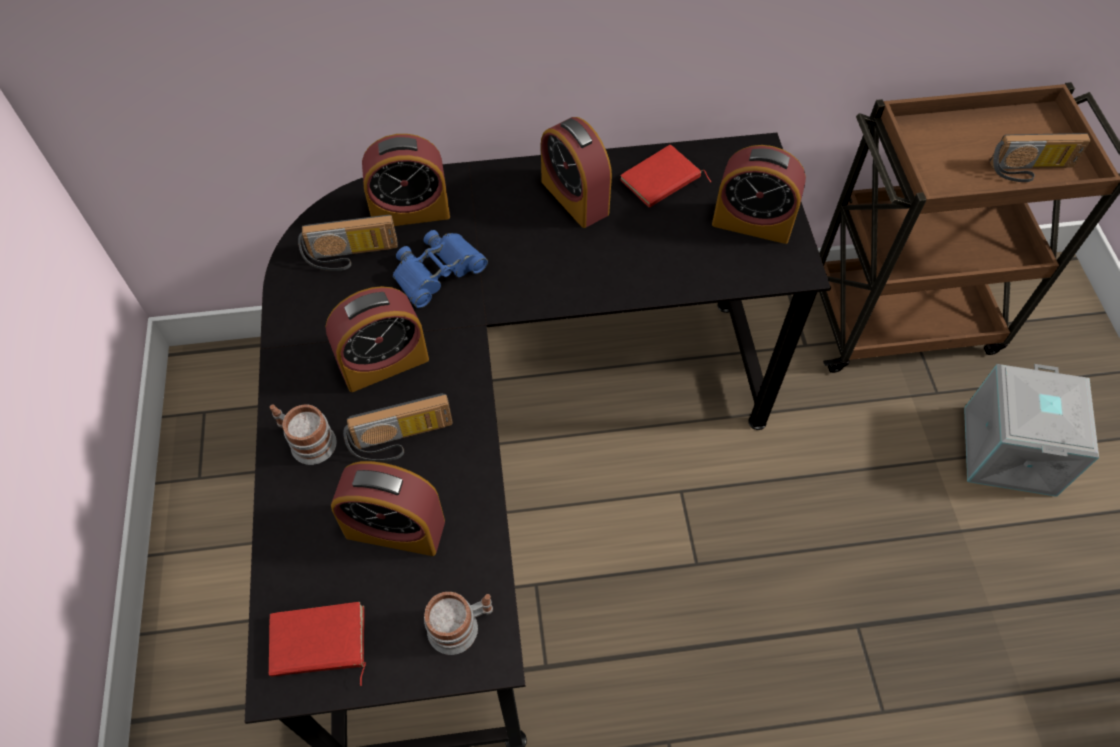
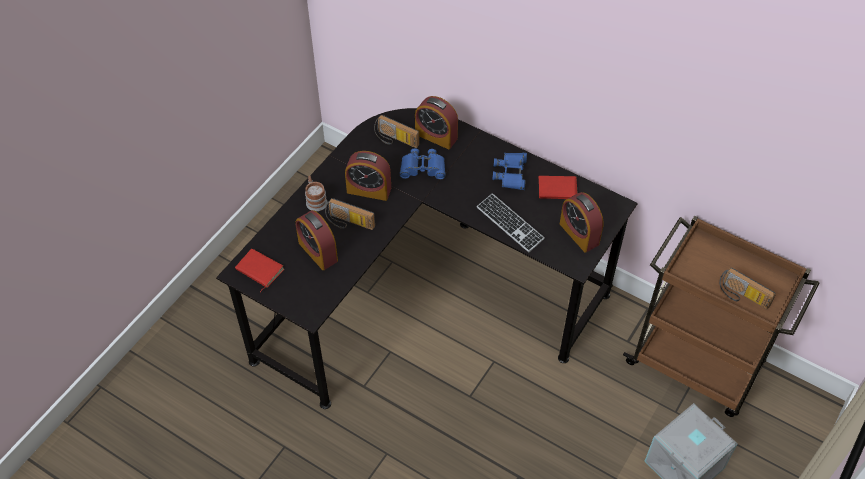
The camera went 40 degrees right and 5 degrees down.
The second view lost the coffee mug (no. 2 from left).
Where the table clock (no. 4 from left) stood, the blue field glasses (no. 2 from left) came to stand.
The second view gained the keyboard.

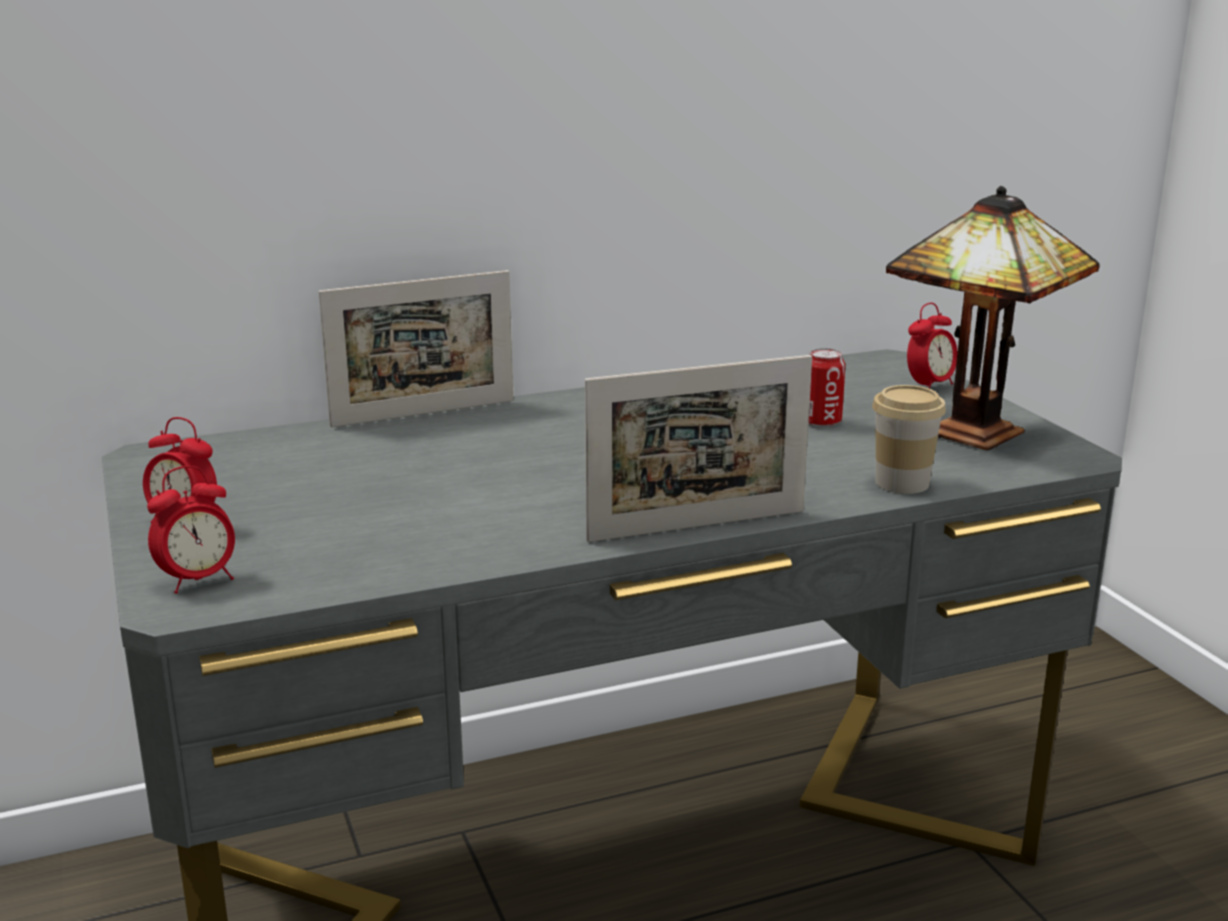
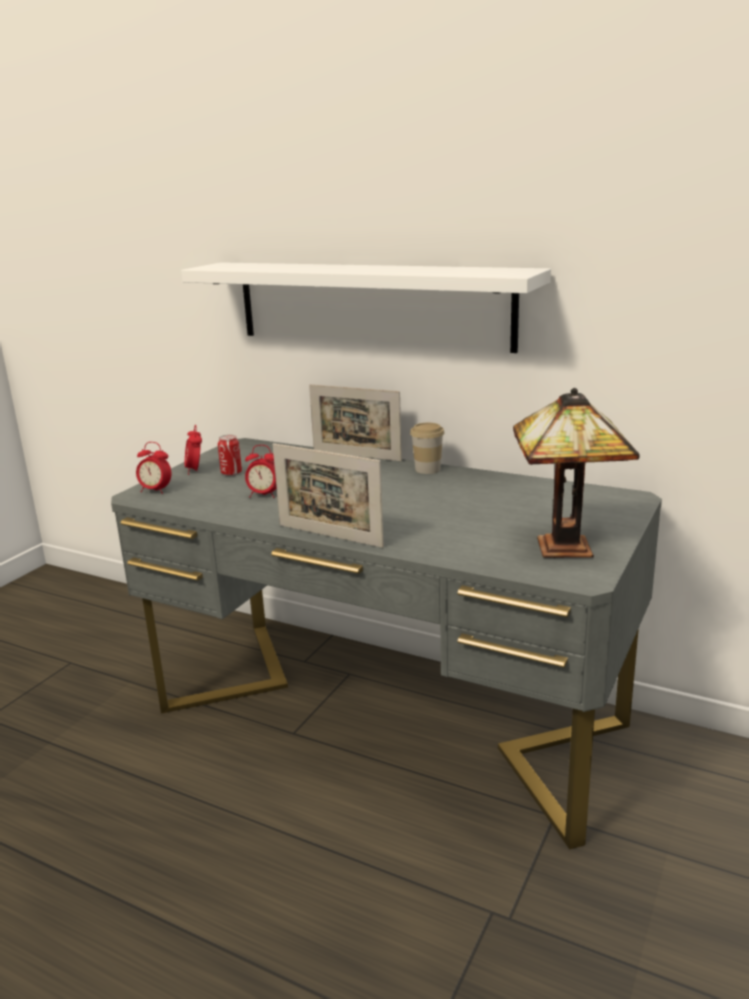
The camera went 50 degrees right and 0 degrees up.
The metal can ended up elsewhere.
The cup ended up elsewhere.
The table clock (no. 3 from left) ended up elsewhere.
The second view gained the whitish shelf.

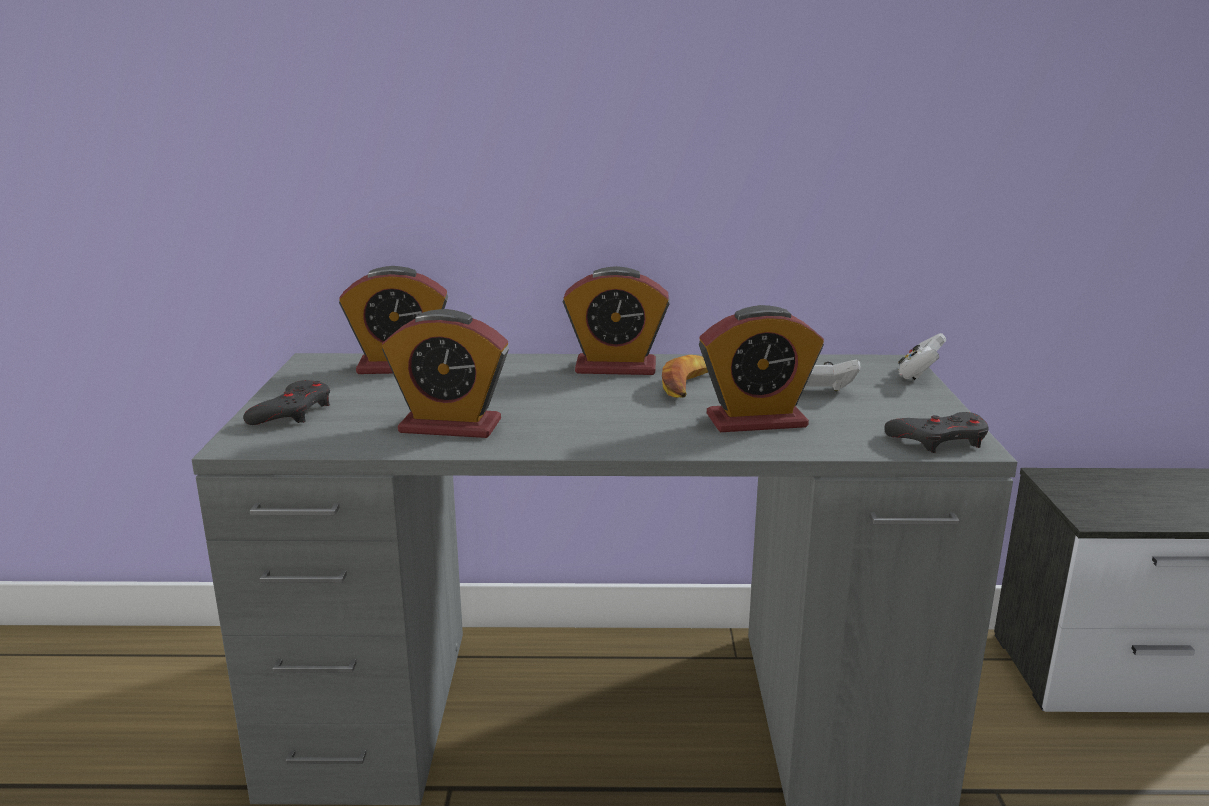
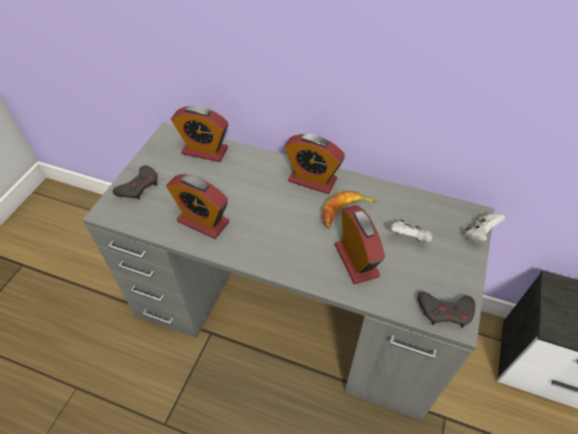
The camera went 20 degrees right and 30 degrees up.
The table clock (no. 4 from left) ended up facing another way, 120 degrees counterclockwise from before.

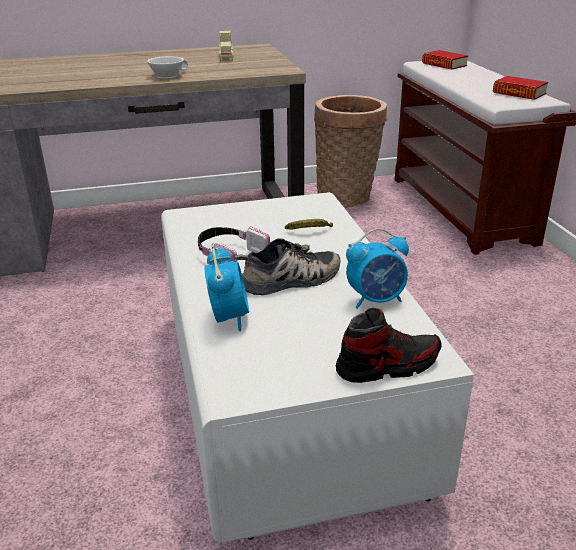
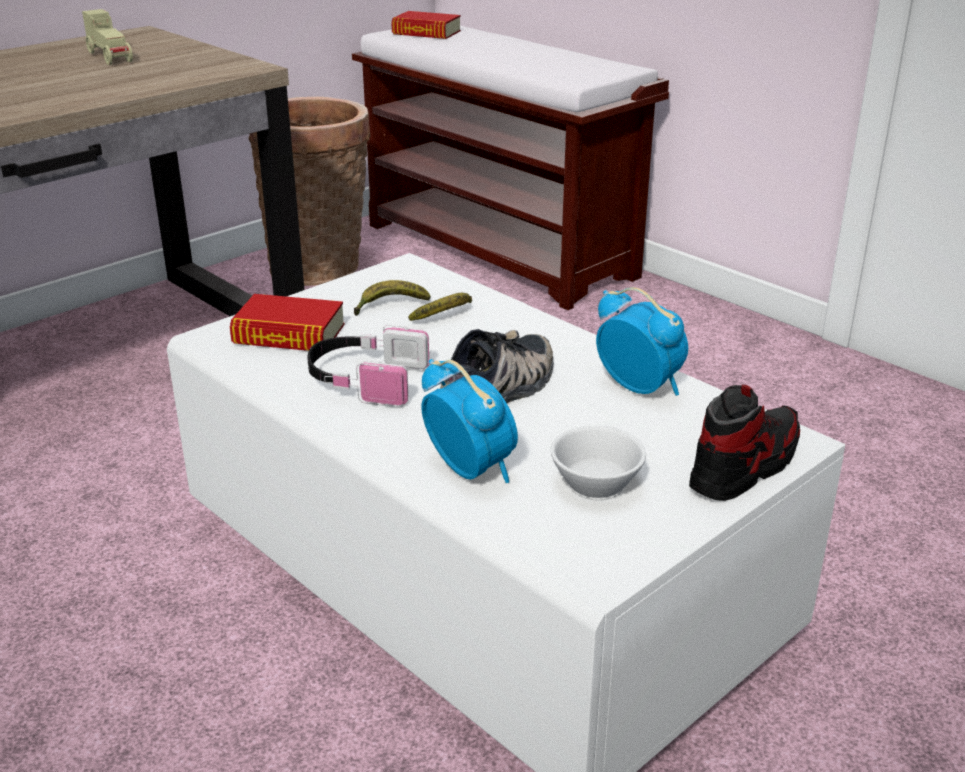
The camera went 30 degrees left and 0 degrees up.
The whitish cup ended up elsewhere.
The table clock (no. 2 from left) ended up facing another way, 90 degrees counterclockwise from before.
The volume (no. 2 from left in the first image) ended up elsewhere.
The second view gained the banana (no. 1 from left).

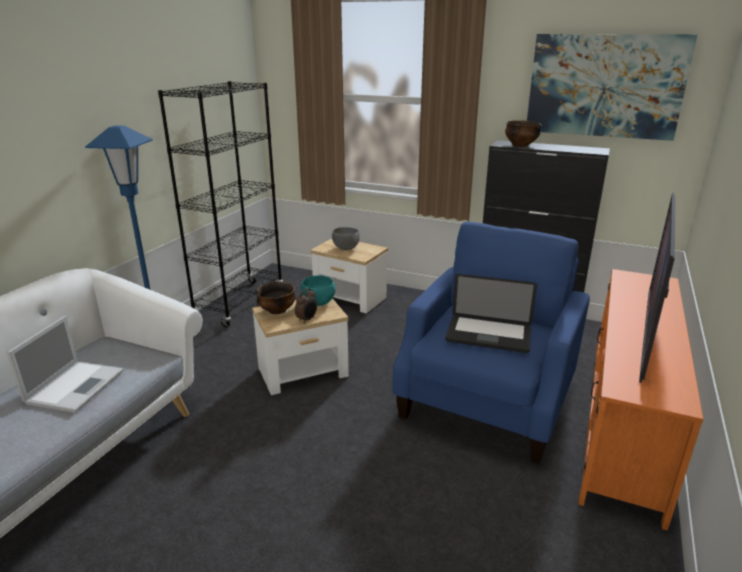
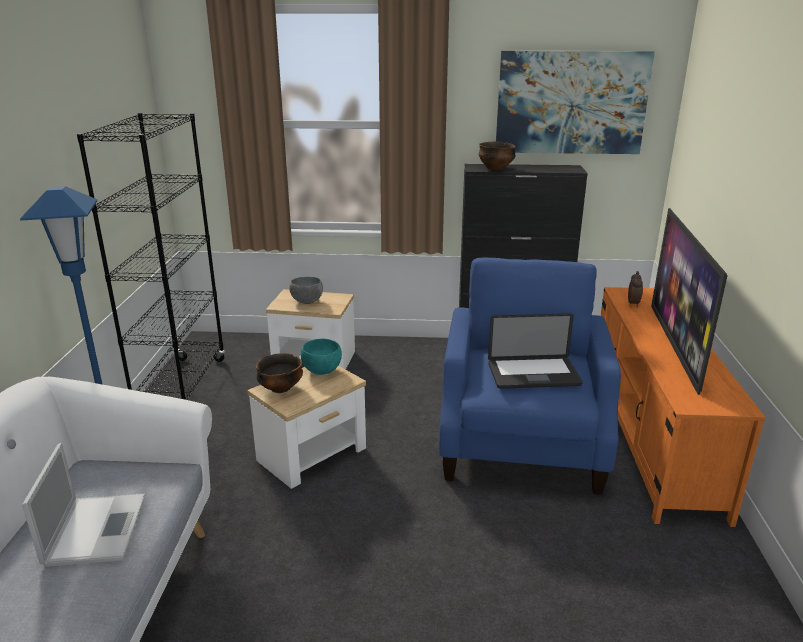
The camera went 20 degrees left and 0 degrees up.
The table clock ended up elsewhere.

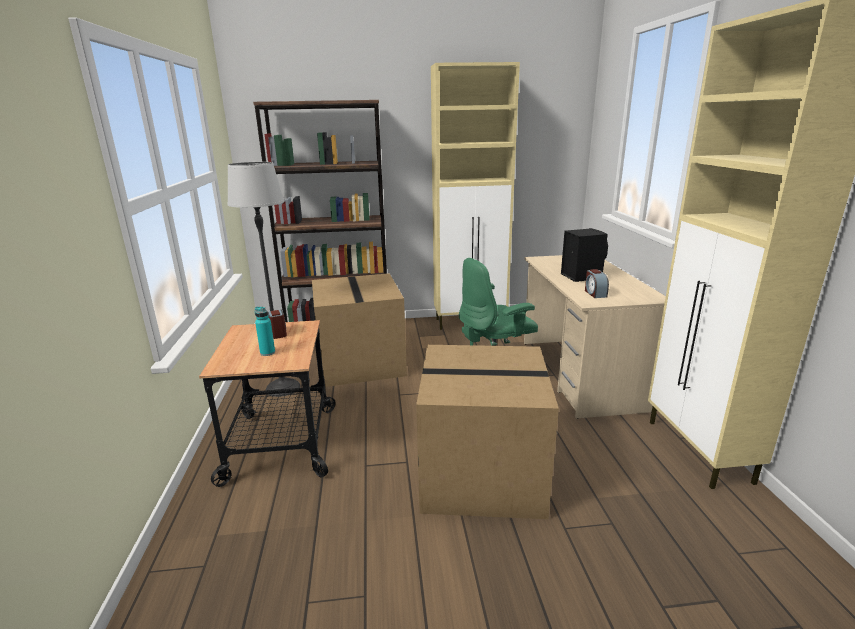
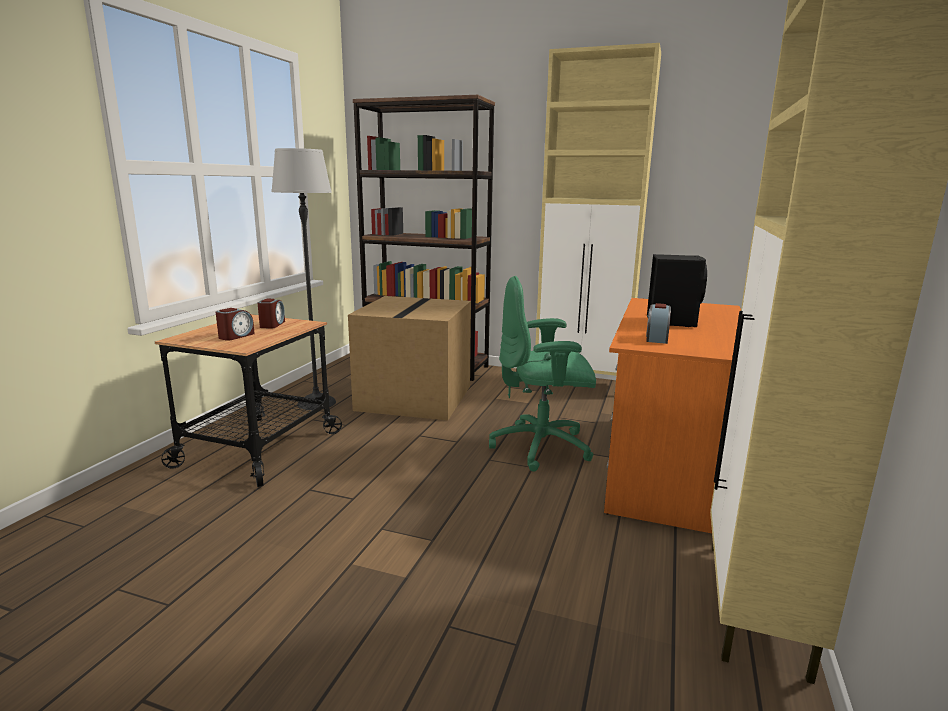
The camera went 25 degrees right and 5 degrees down.
Where the turquoise bottle stood, the table clock (no. 1 from left) came to stand.
The second view lost the packing box (no. 2 from left).
What was the sand-coloured desk table turned into the orange-coloured desk table.

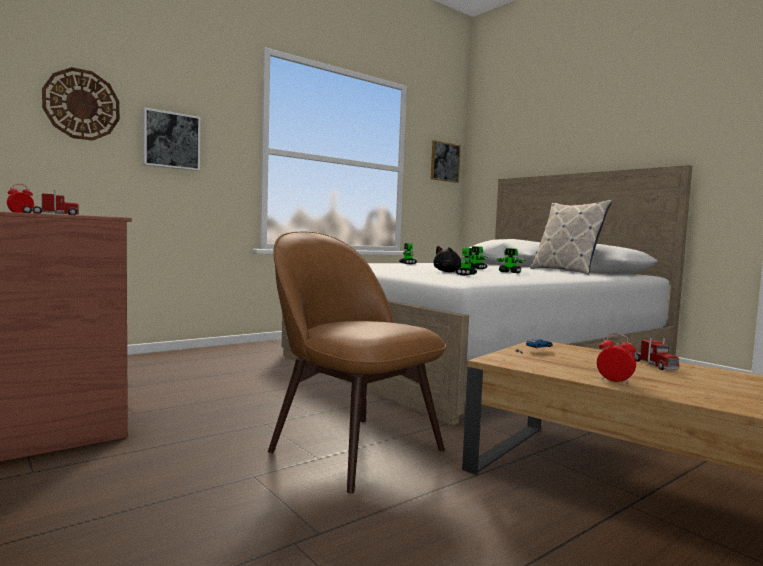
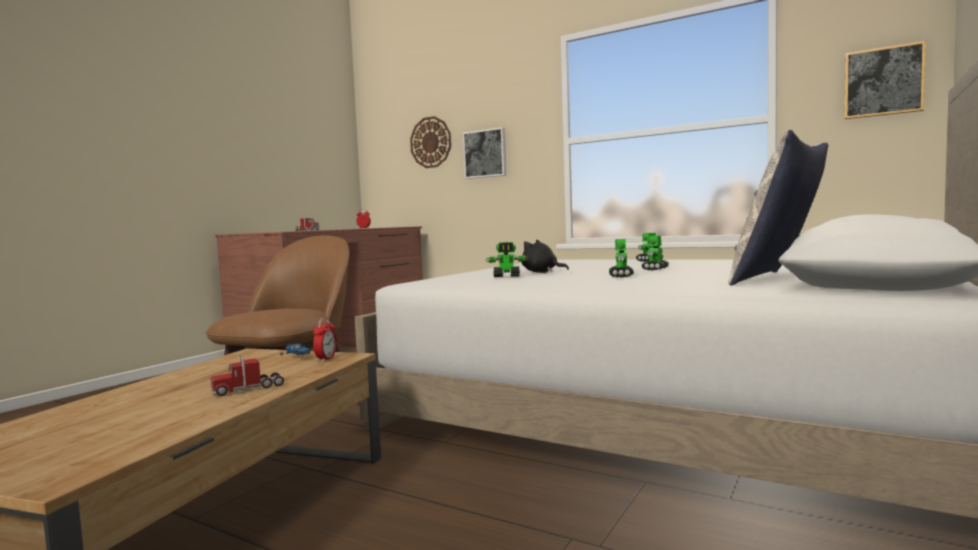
The camera went 70 degrees right and 0 degrees up.
The table clock (no. 2 from left in the first image) ended up elsewhere.

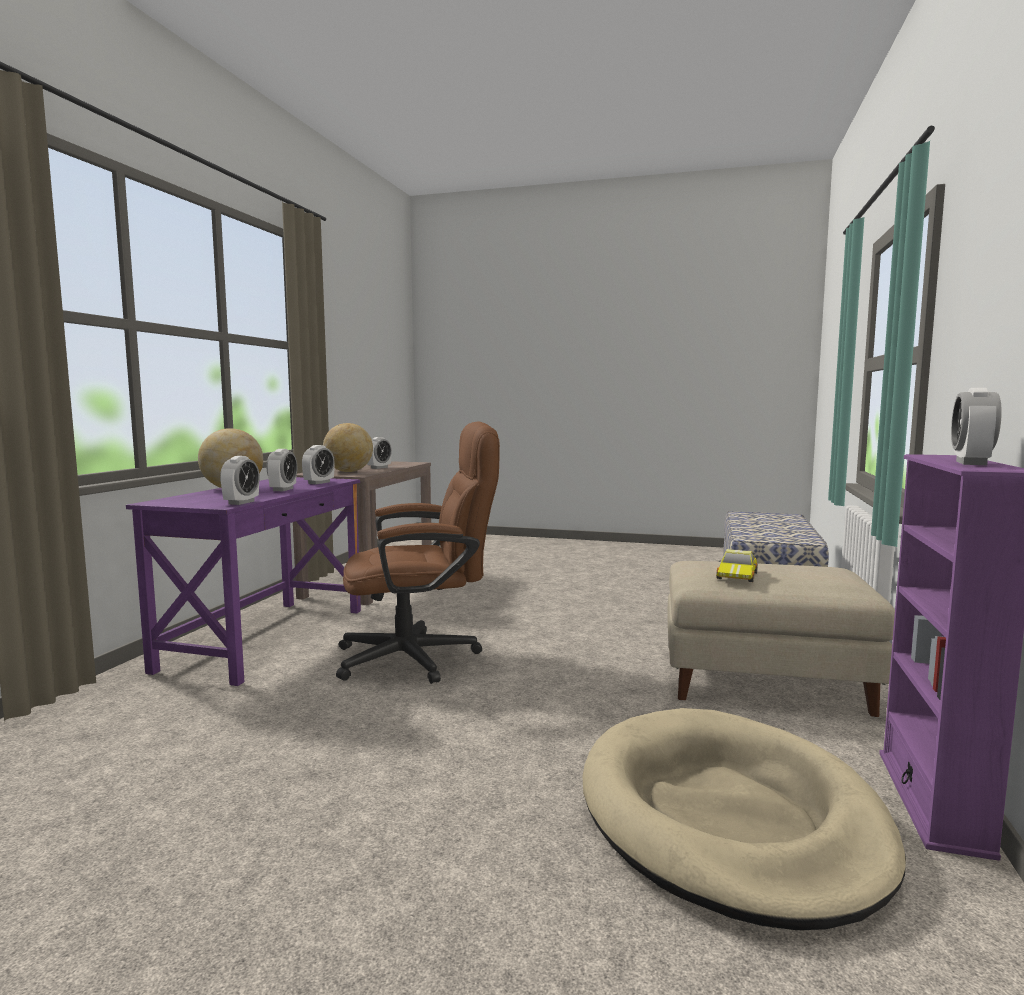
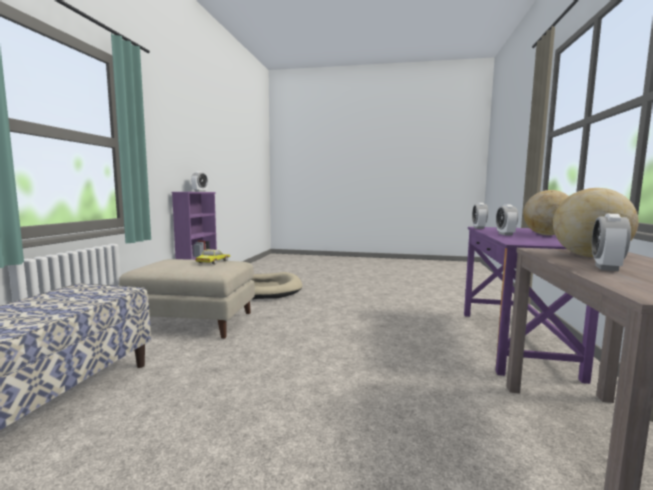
The camera went 175 degrees right and 0 degrees up.
The second view lost the table clock (no. 3 from left).
The second view lost the brown computer chair.

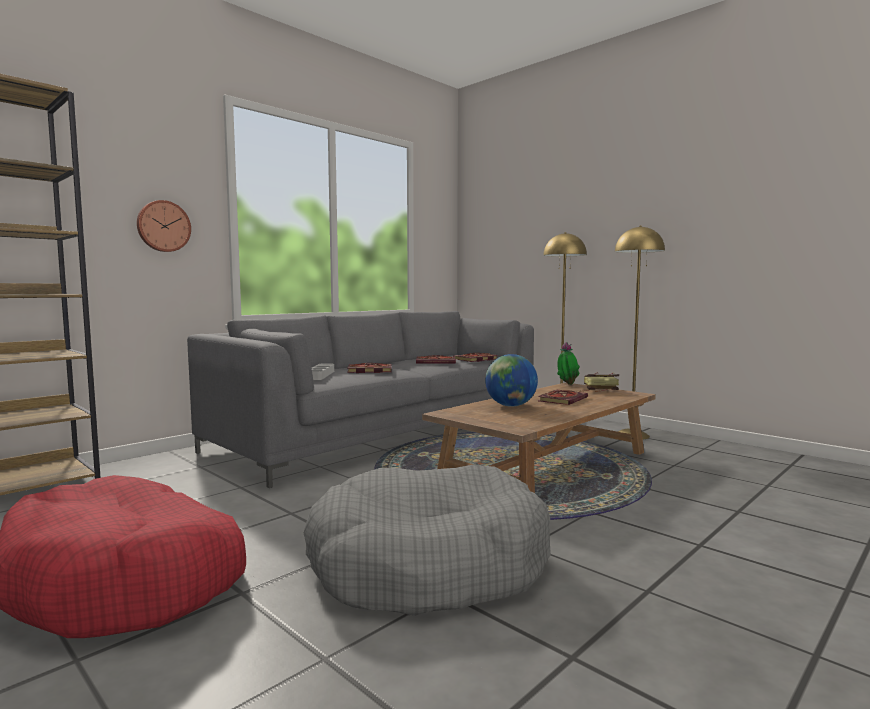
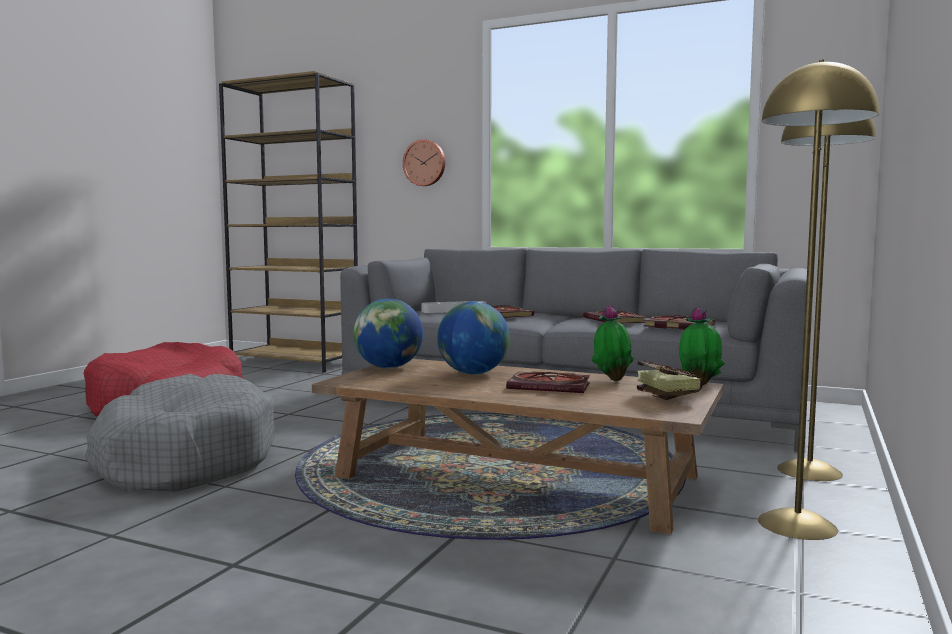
The camera went 70 degrees right and 0 degrees up.
The second view gained the desk globe (no. 1 from left).
The second view gained the potted plant (no. 1 from left).

